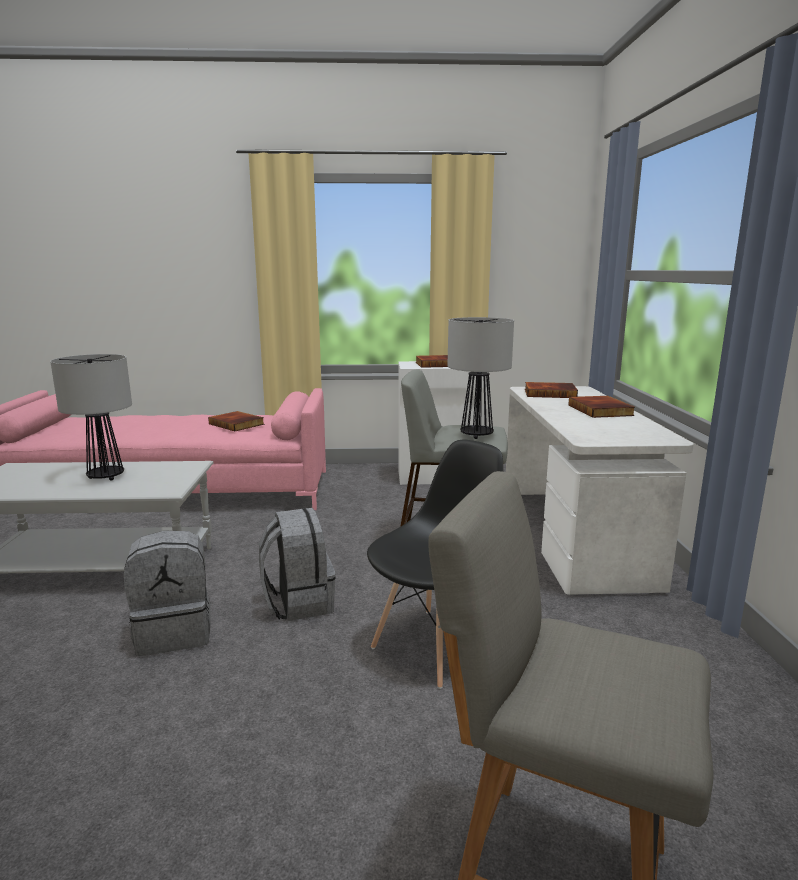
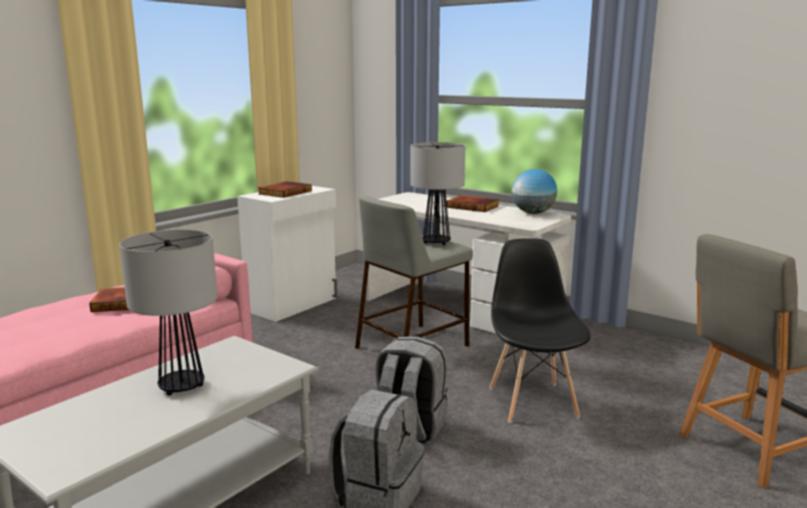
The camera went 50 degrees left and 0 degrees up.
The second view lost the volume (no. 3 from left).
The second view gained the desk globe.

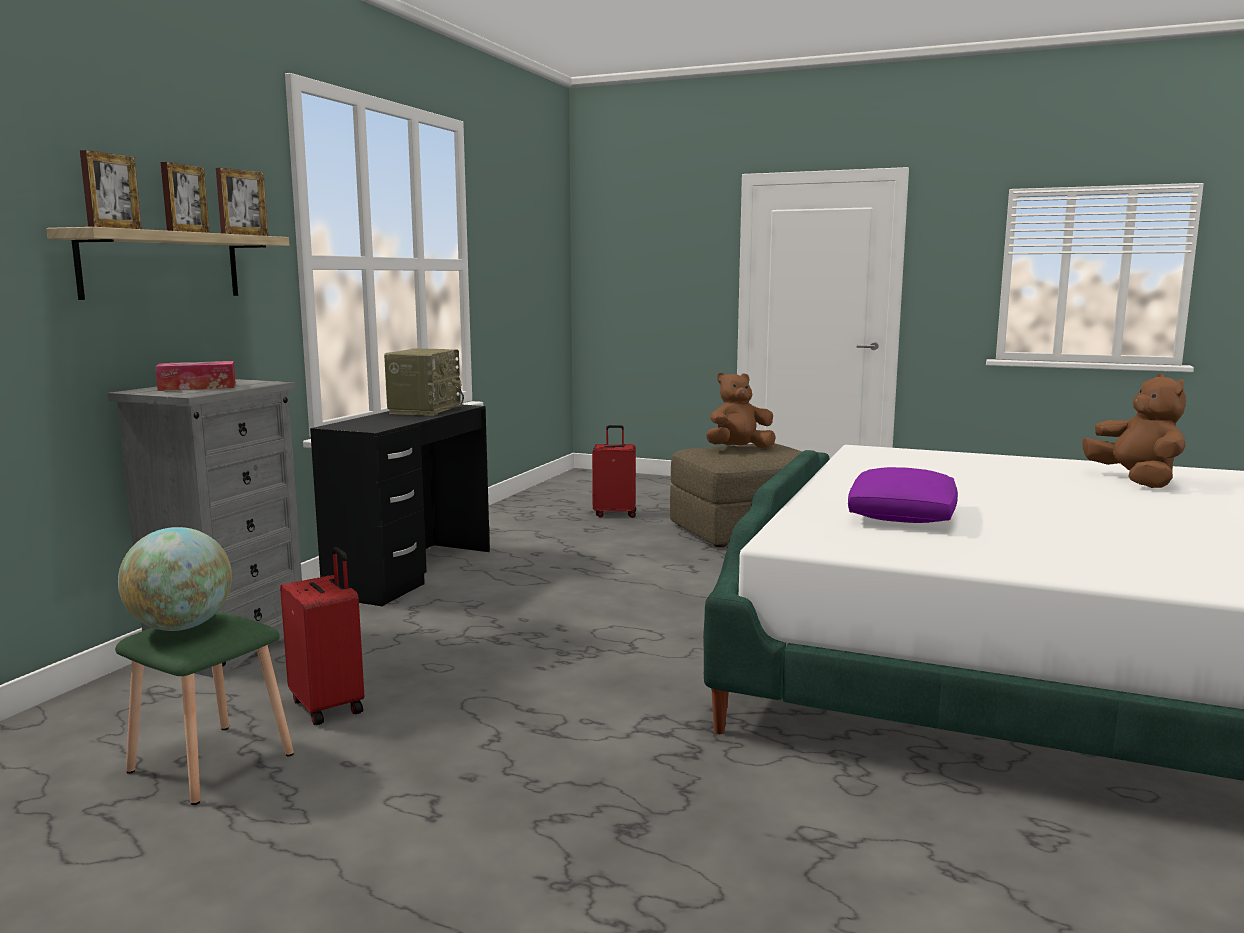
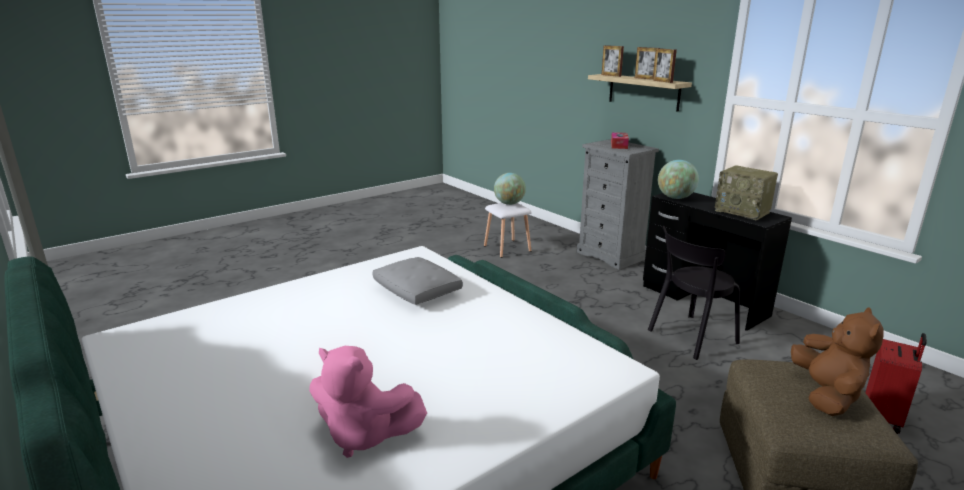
The camera went 120 degrees right and 10 degrees up.
What was the green-coloured sitting stool turned into the whitish sitting stool.
The second view lost the red piece of luggage (no. 1 from left).
What was the purple-coloured cushion turned into the greyish cushion.
What was the brown soft toy (no. 2 from left) turned into the pink-coloured soft toy.
The second view gained the black upright chair.
The second view gained the desk globe (no. 2 from left).

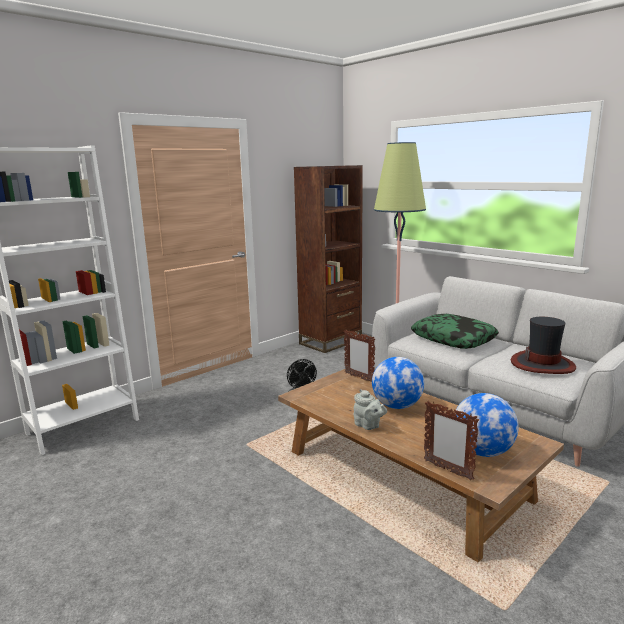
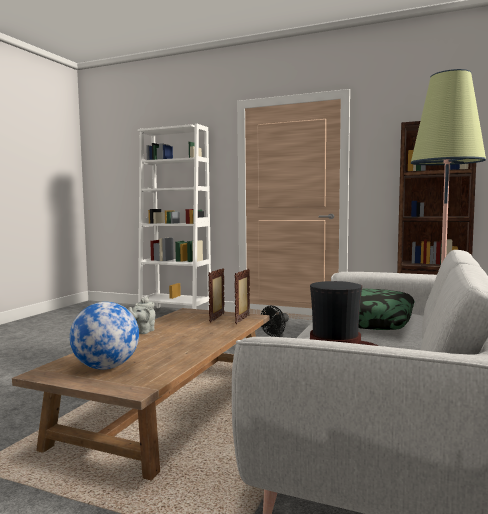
The camera went 65 degrees right and 10 degrees down.
The second view lost the desk globe (no. 1 from left).
The photo frame (no. 2 from left in the first image) ended up elsewhere.

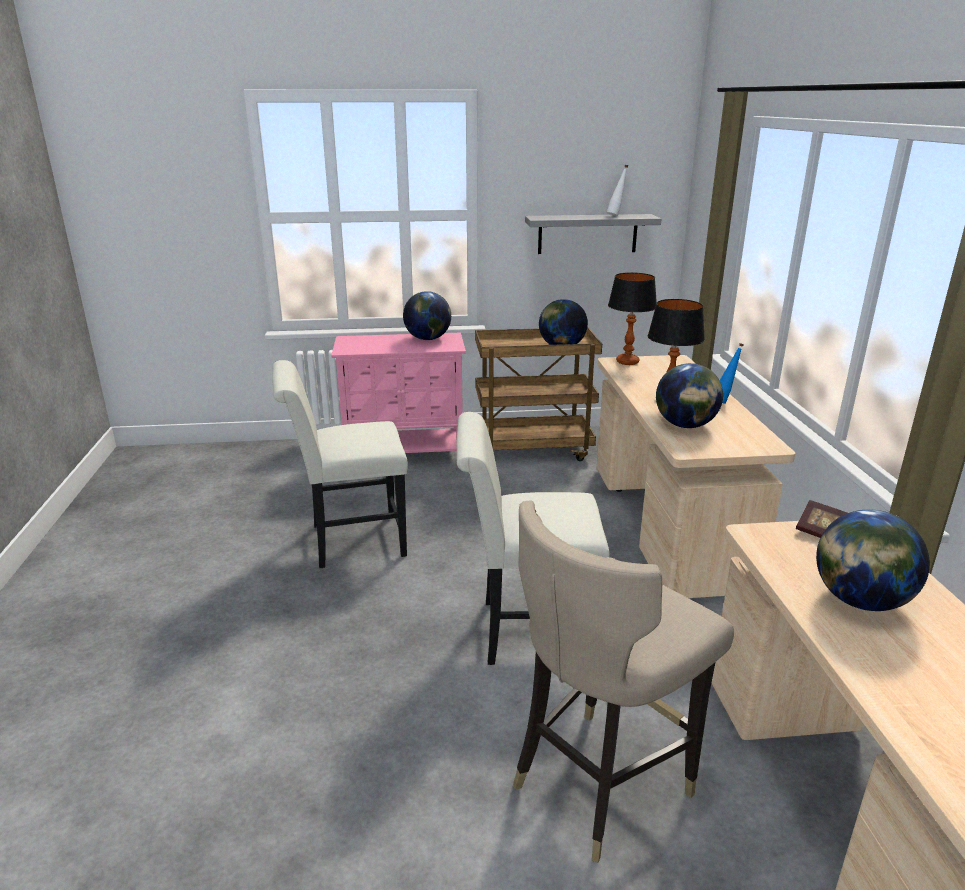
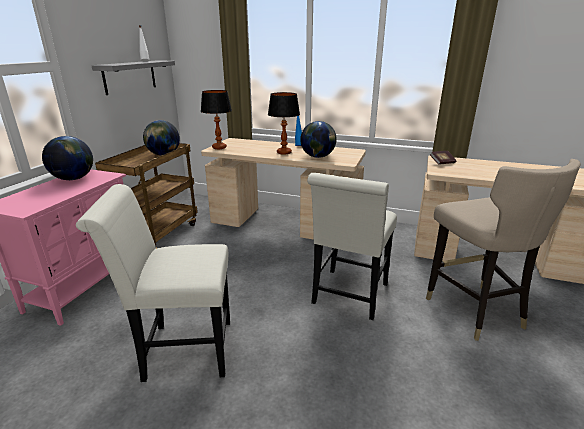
The camera went 65 degrees left and 0 degrees up.
The whitish upright chair (no. 1 from left) ended up facing another way, 75 degrees clockwise from before.
The second view lost the desk globe (no. 4 from left).

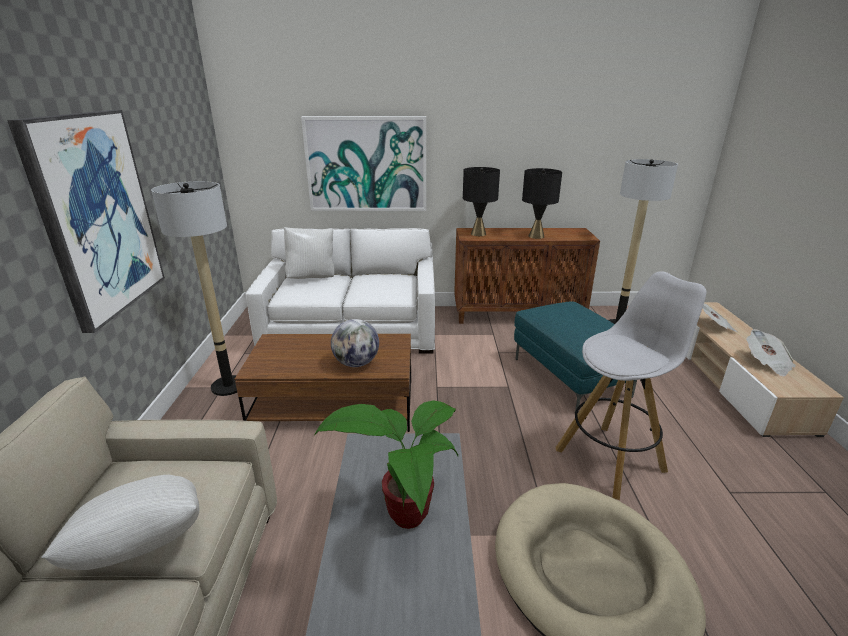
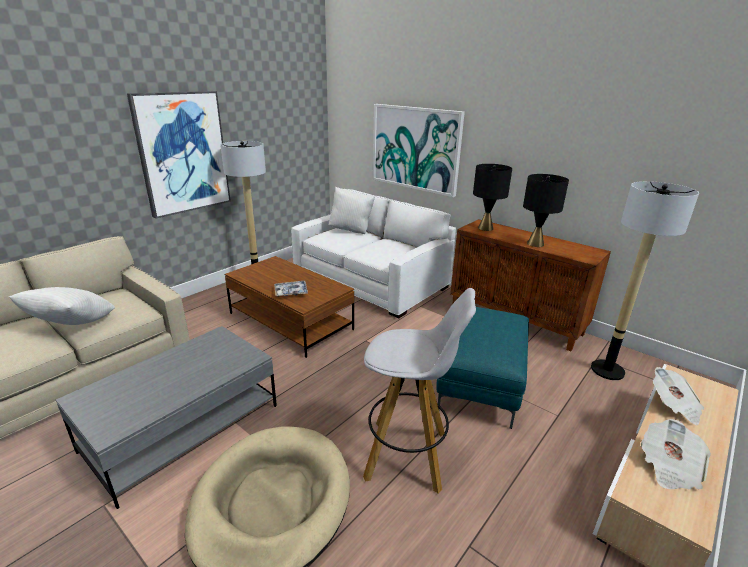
The camera went 40 degrees right and 0 degrees up.
The second view lost the potted plant.
Where the desk globe stood, the serving tray came to stand.

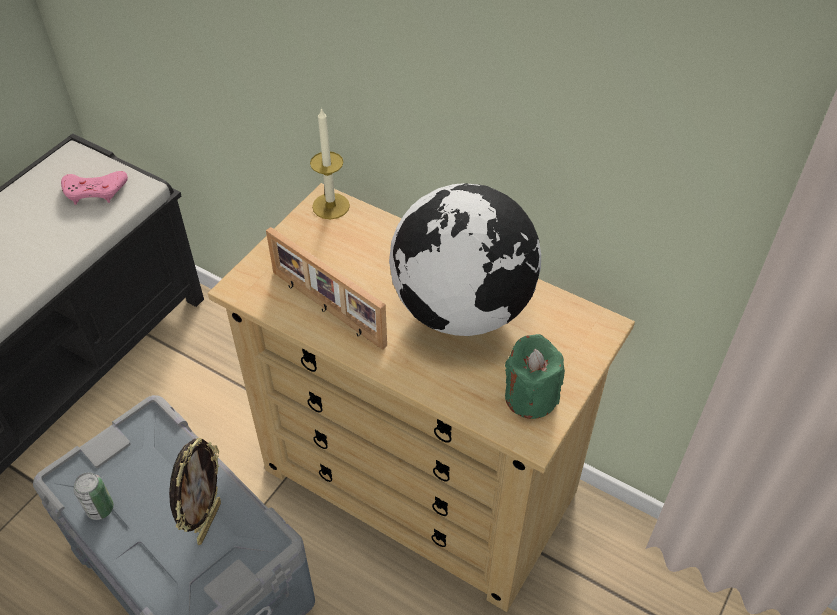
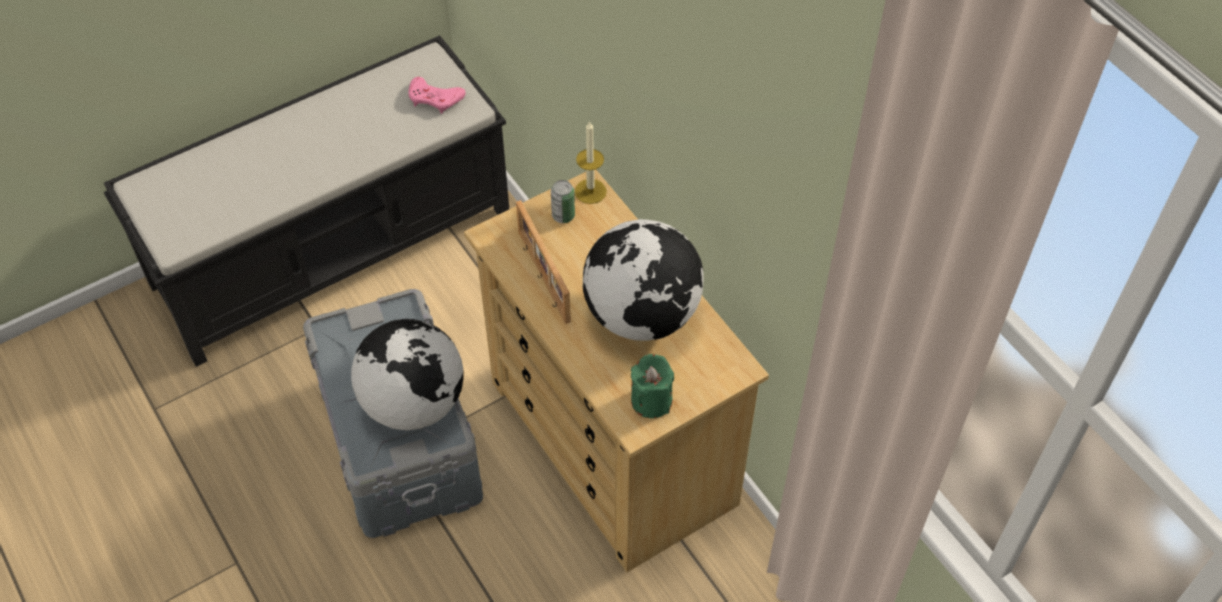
The camera went 25 degrees right and 5 degrees up.
The metal can ended up elsewhere.
Where the photo frame (no. 1 from left) stood, the desk globe (no. 1 from left) came to stand.

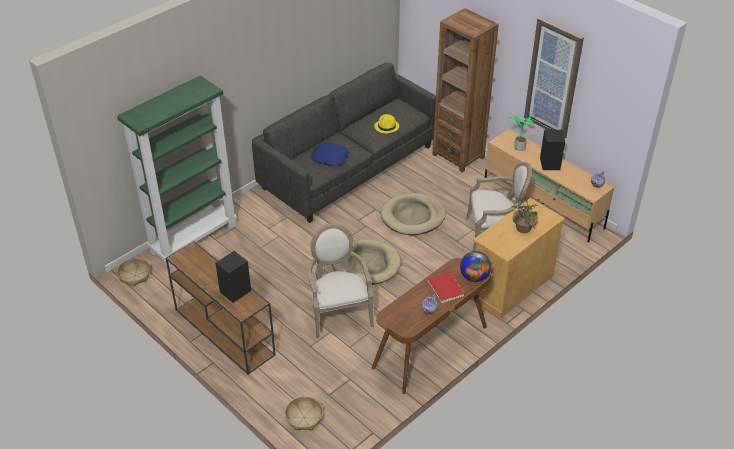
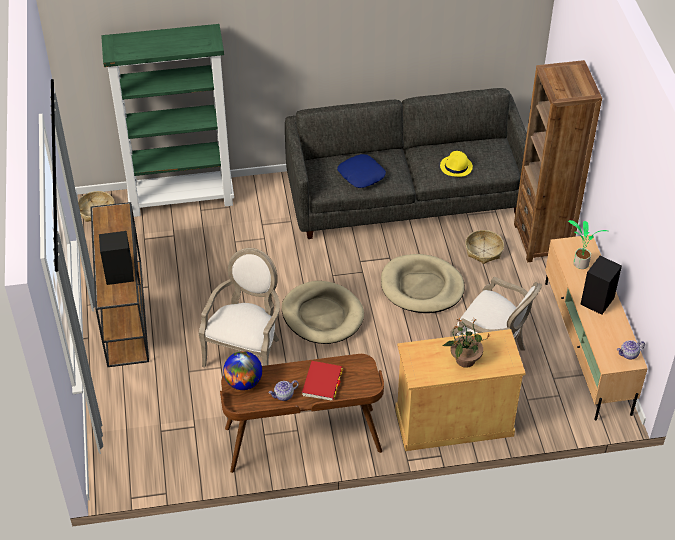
The camera went 35 degrees right and 5 degrees up.
The basket (no. 2 from left) ended up elsewhere.
The desk globe ended up elsewhere.
The second view lost the wall picture.

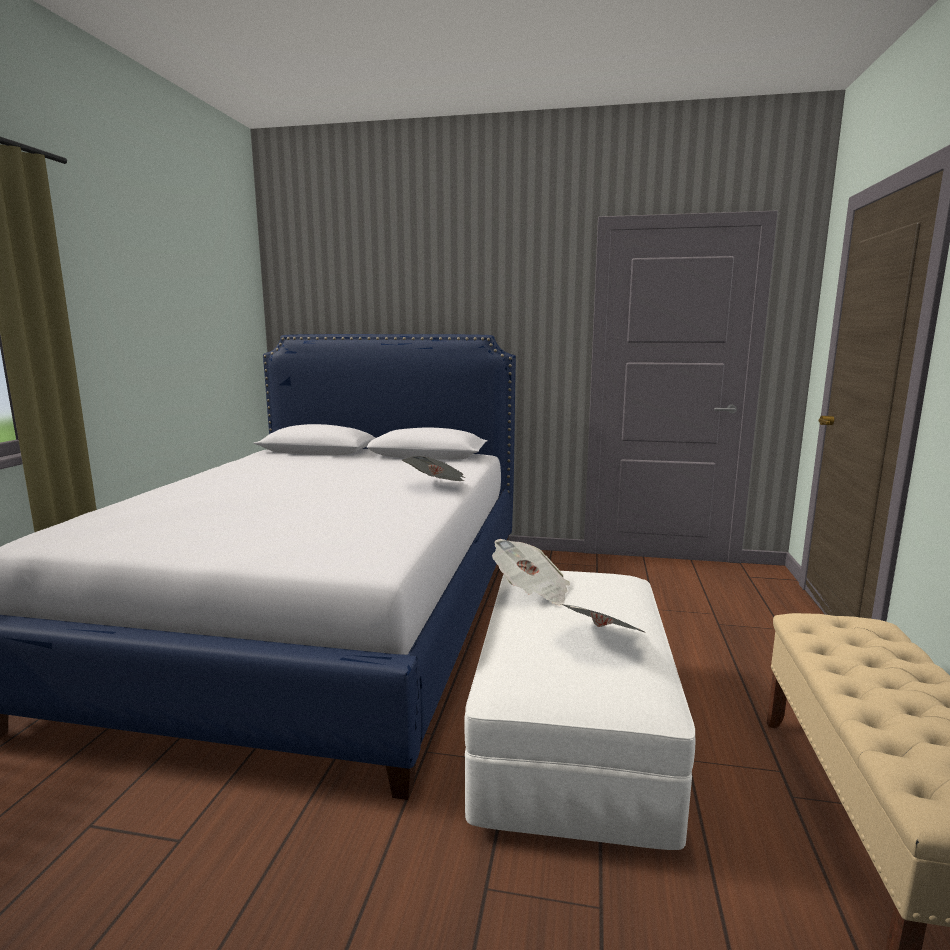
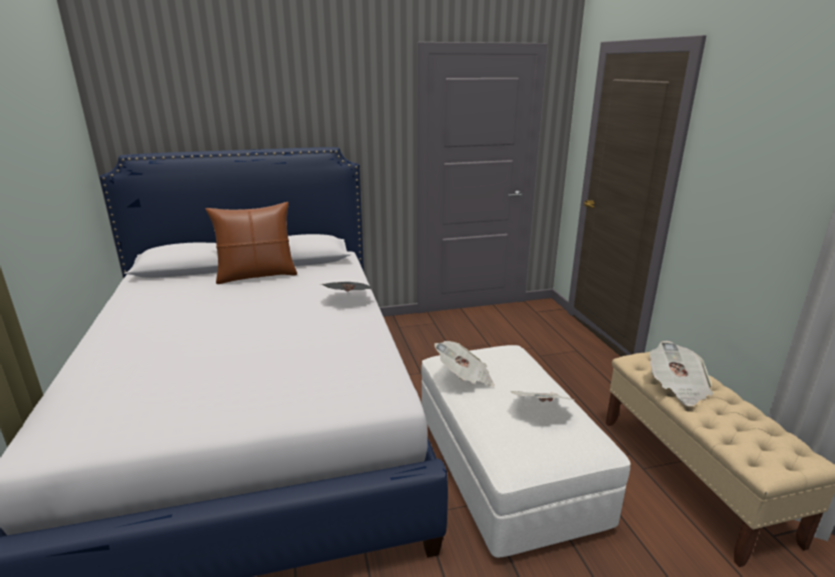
The camera went 25 degrees left and 10 degrees up.
The second view gained the brown cushion.
The second view gained the daily paper (no. 4 from left).

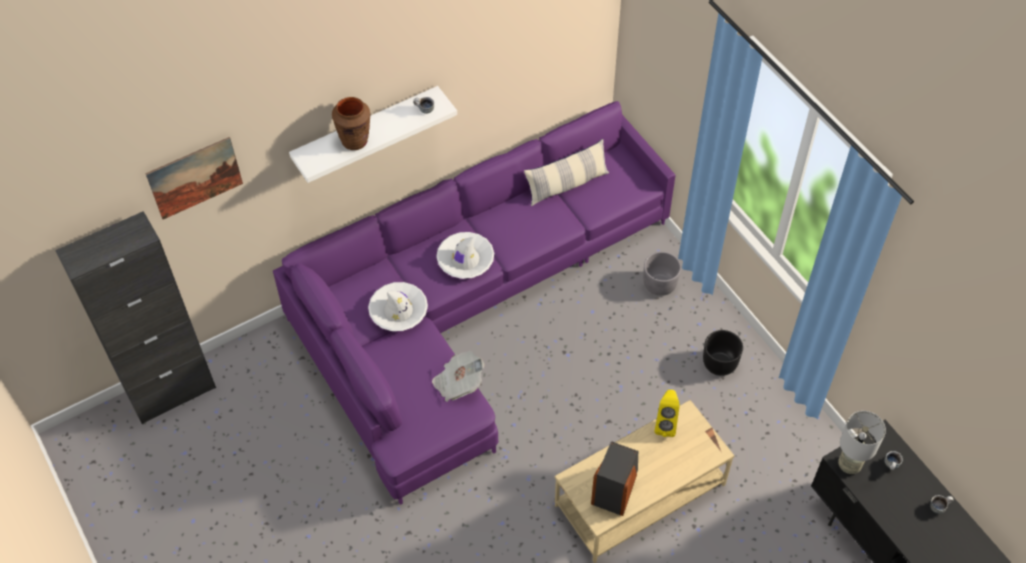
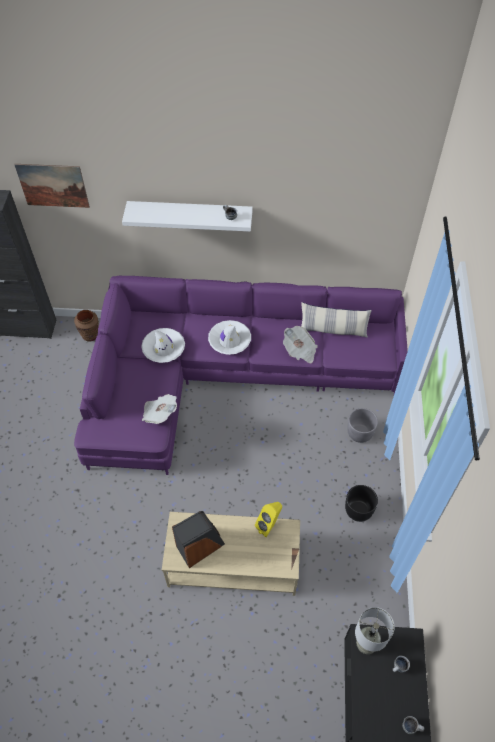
The camera went 35 degrees right and 0 degrees up.
The brown vase ended up elsewhere.
The second view gained the daily paper (no. 2 from left).

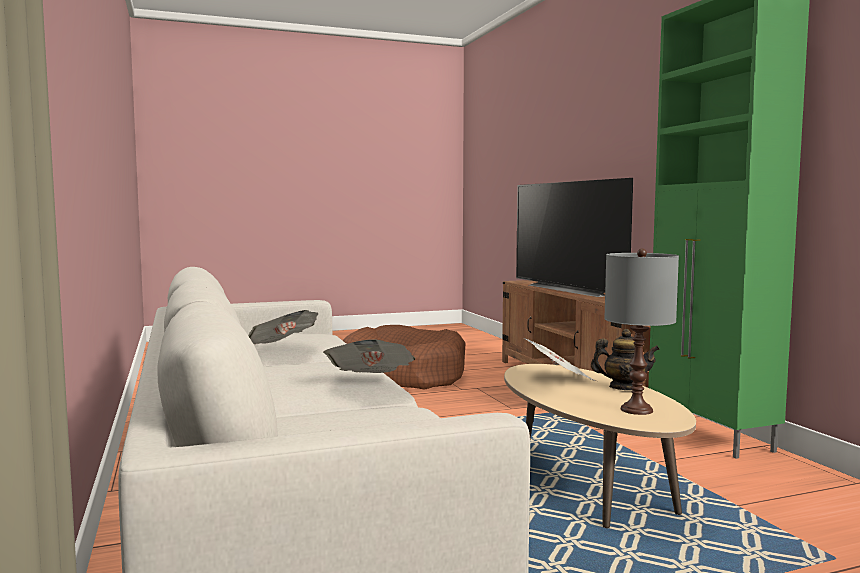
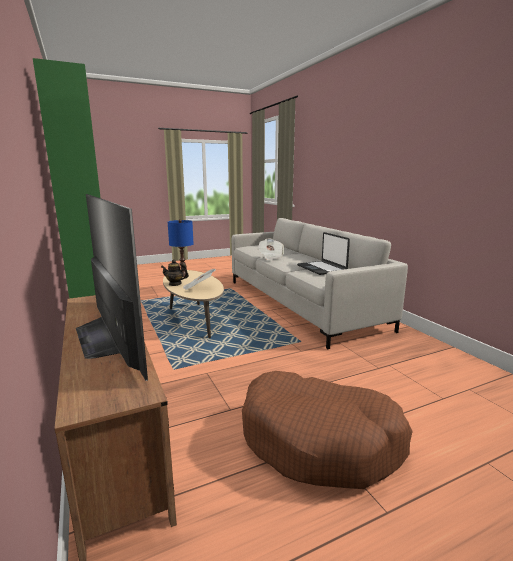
The camera went 175 degrees right and 10 degrees up.
Where the daily paper (no. 1 from left) stood, the laptop came to stand.
What was the greyish lamp for a table turned into the blue lamp for a table.

